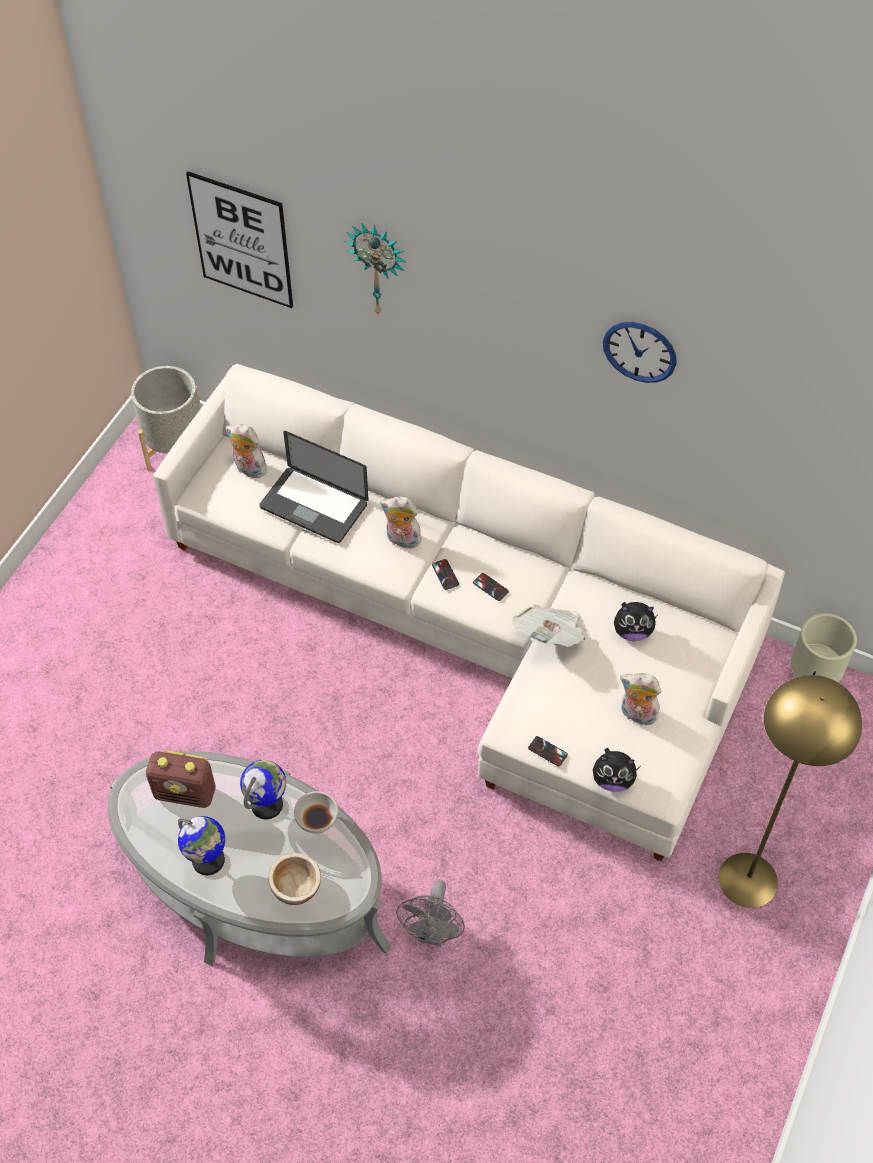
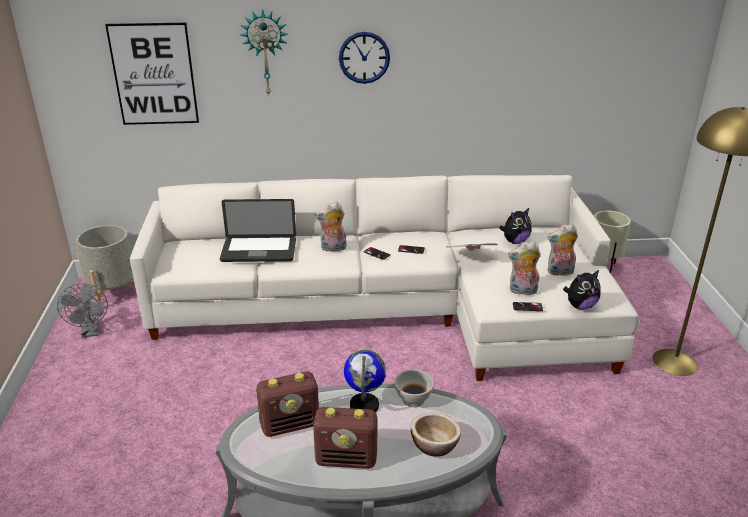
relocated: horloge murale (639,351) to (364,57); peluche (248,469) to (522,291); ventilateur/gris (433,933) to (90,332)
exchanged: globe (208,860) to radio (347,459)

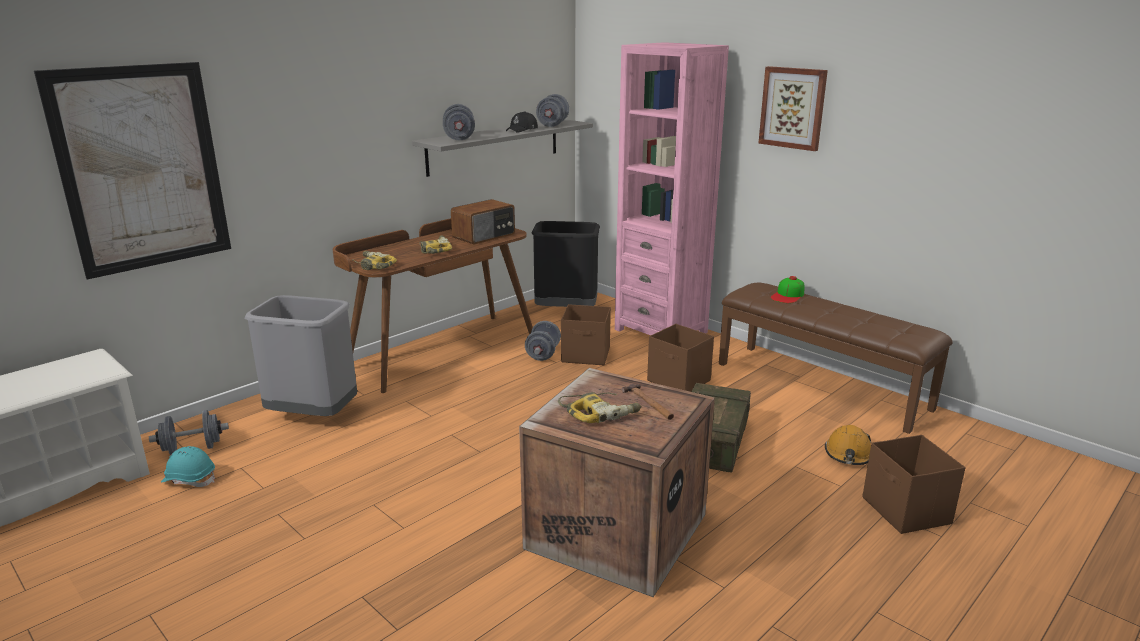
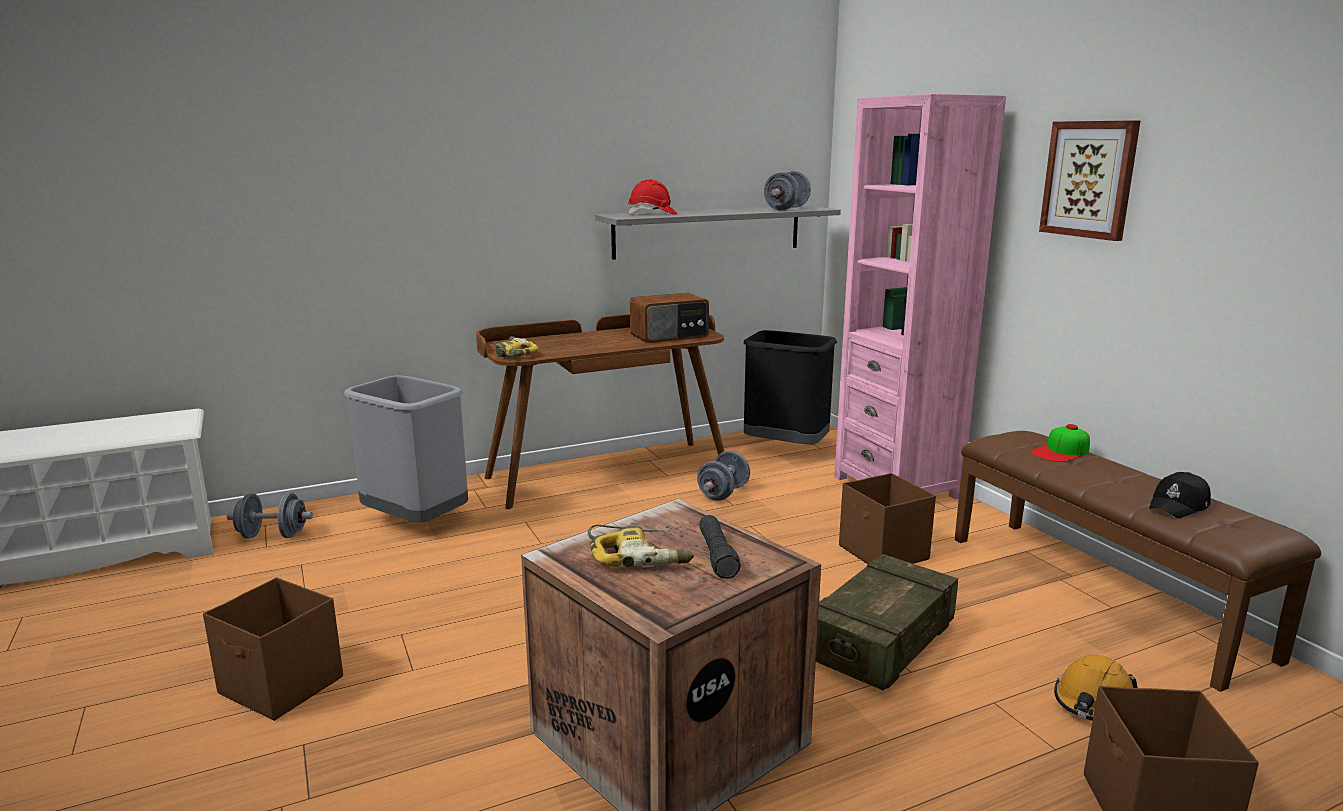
missing: tableau (142,169); perceuse (434,250); casque de chantier/turquoise (189,479)
relocated: casquette/noir (522,130) to (1179,506); boîte de rangement/marron (586,355) to (281,686)
exchanged: haltère/gris (459,137) to casque de chantier/rouge (652,214); marteau (649,404) to lampe de poche/noir (717,556)

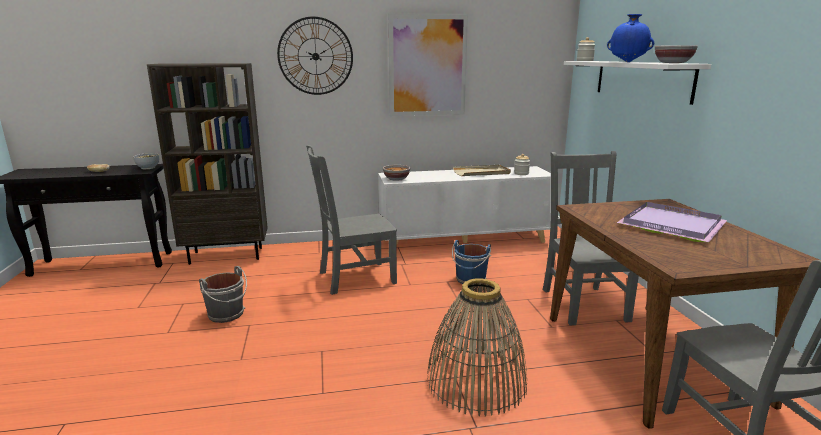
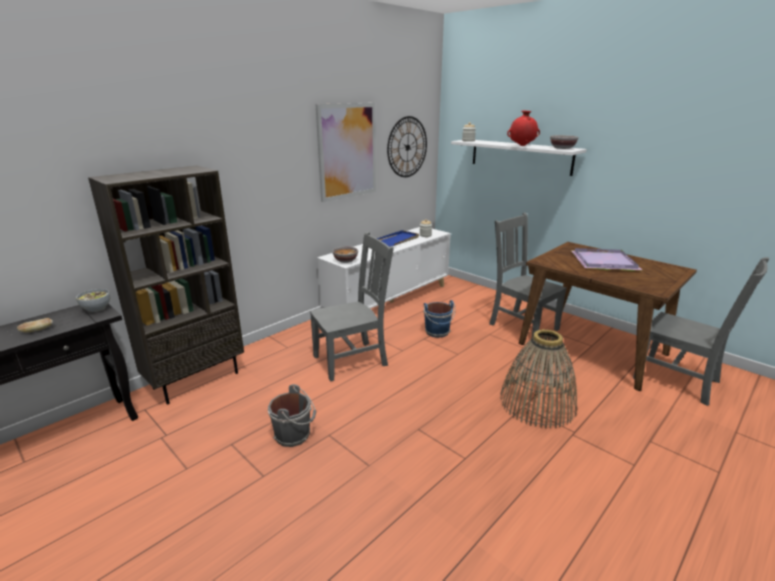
relocated: horloge murale (315,56) to (407,147)
colour: vase/bleu (628,62) to vase/rouge (522,146); plateau/beige (481,173) to plateau/bleu (397,240)
spun: chaise/gris (354,278) = (353,360) 150 degrees counterclockwise

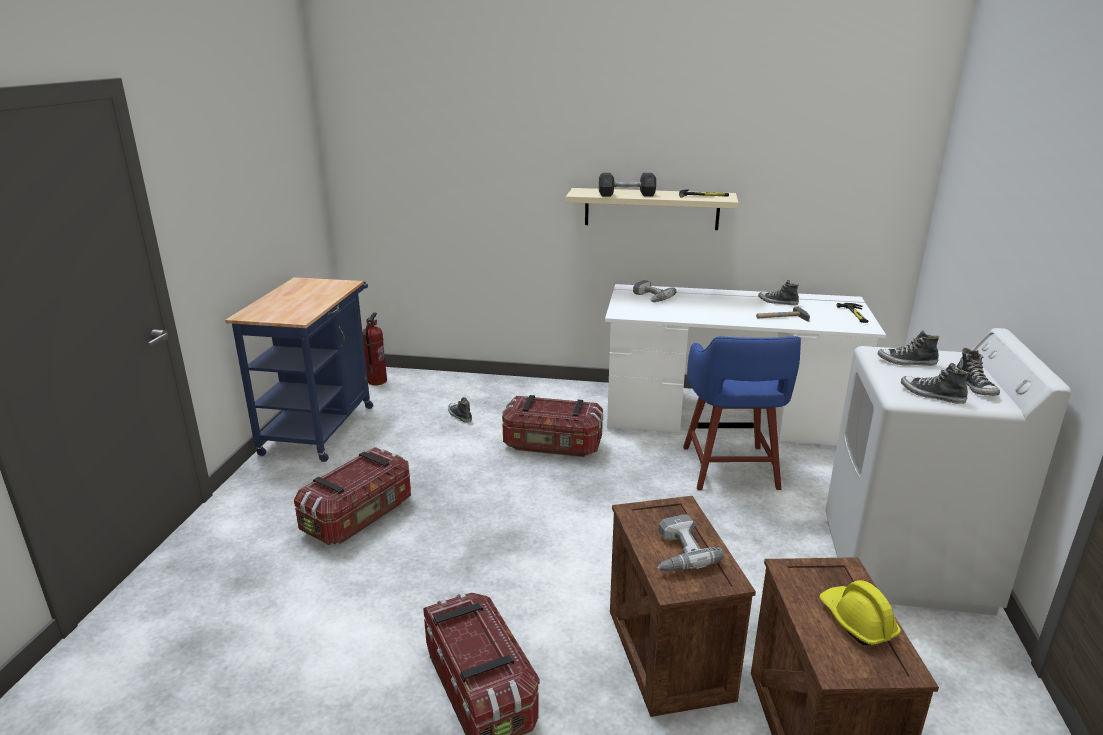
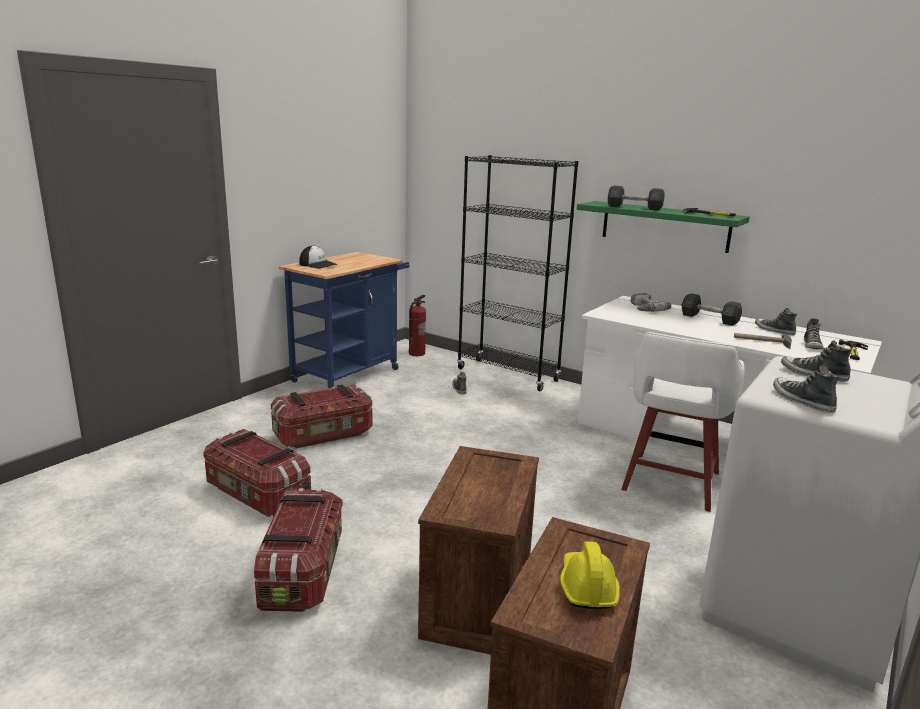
missing: perceuse (677,552)
appeared: bibliothèque/noir (508,375); casquette (318,265); haltère/gris (709,319)
relocated: chaussure (975,387) to (812,346); boîte de rangement (552,445) to (257,495)
colour: étagère/beige (651,209) to étagère/vert (664,226); tabouret/bleu (730,469) to tabouret/blanc (670,483)

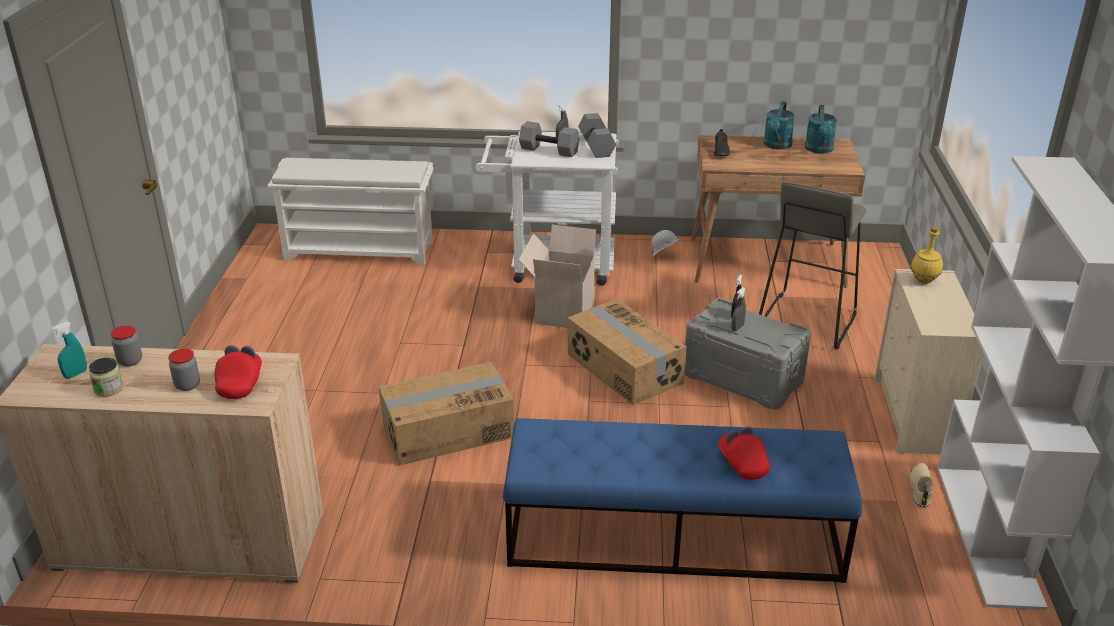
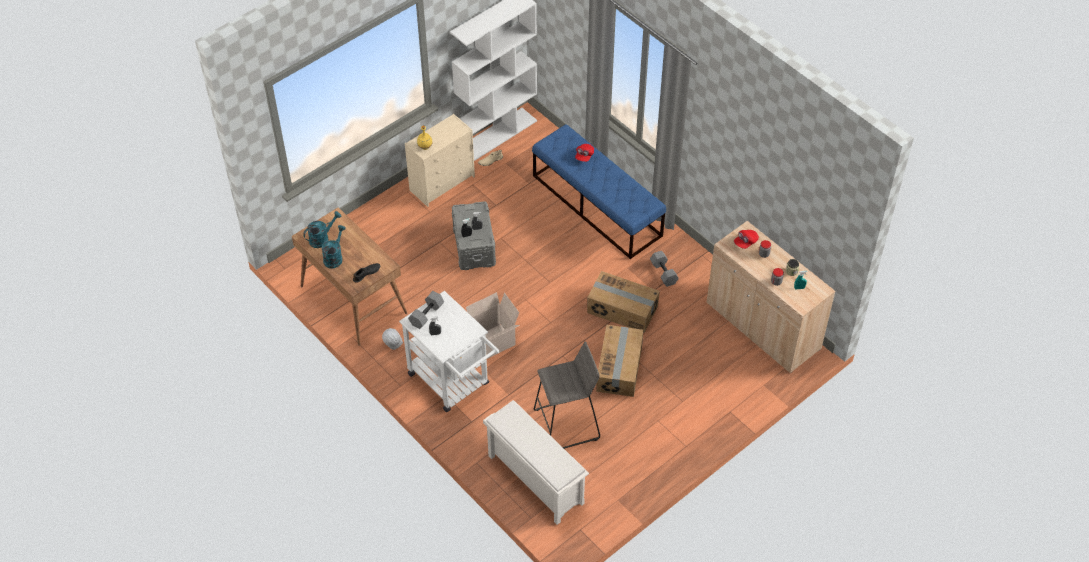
relocated: haltère/gris (550,150) to (663,273); tabouret/gris (806,321) to (567,424); carton (623,369) to (620,368)
spun: arrosoir/turquoise (776,146) = (334,257) 45 degrees counterclockwise

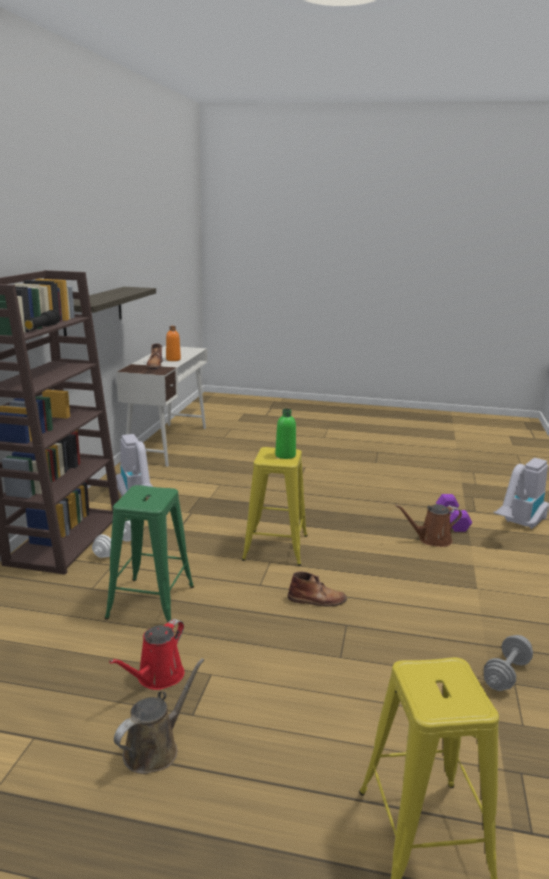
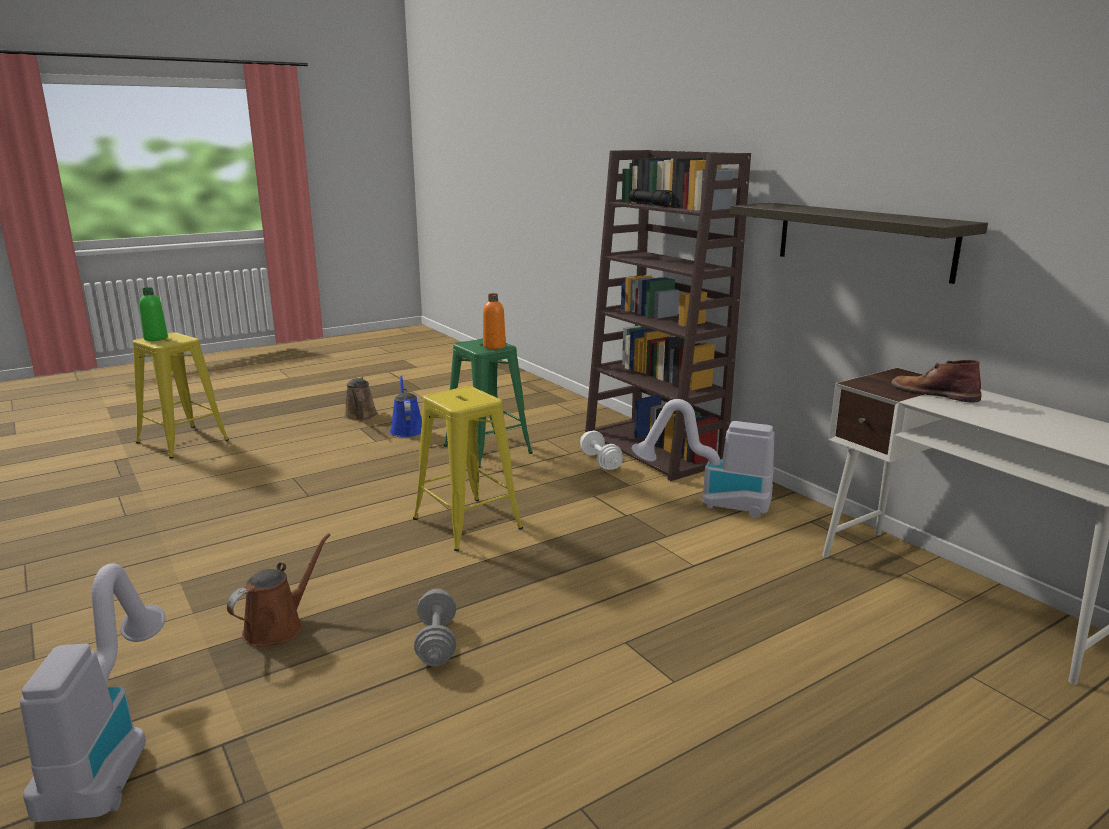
missing: haltère/violet (452,520); botte/marron (317,600)
relocated: bouteille/orange (173,359) to (494,346); bouteille/vert (285,455) to (156,338); haltère/gris (506,674) to (437,642)
colour: arrosoir/rouge (157,677) to arrosoir/bleu (406,429)

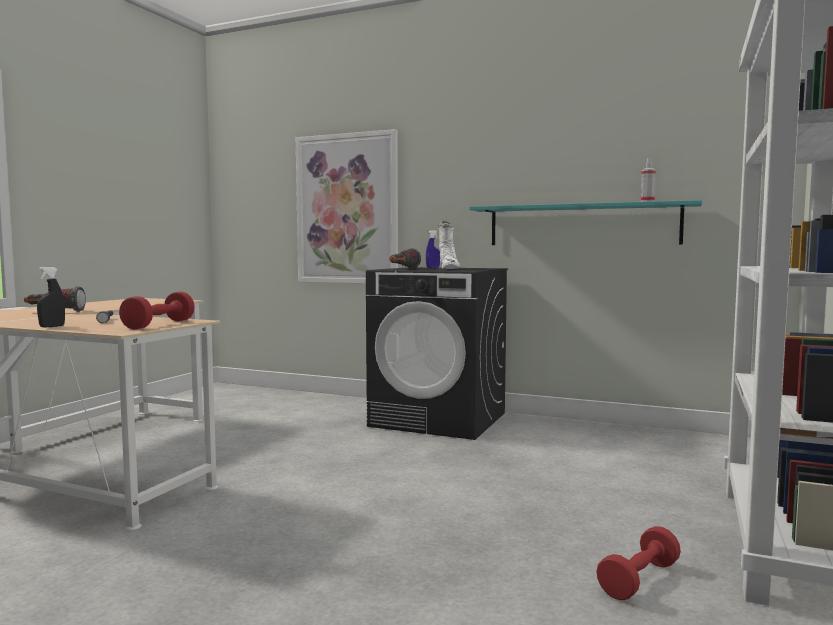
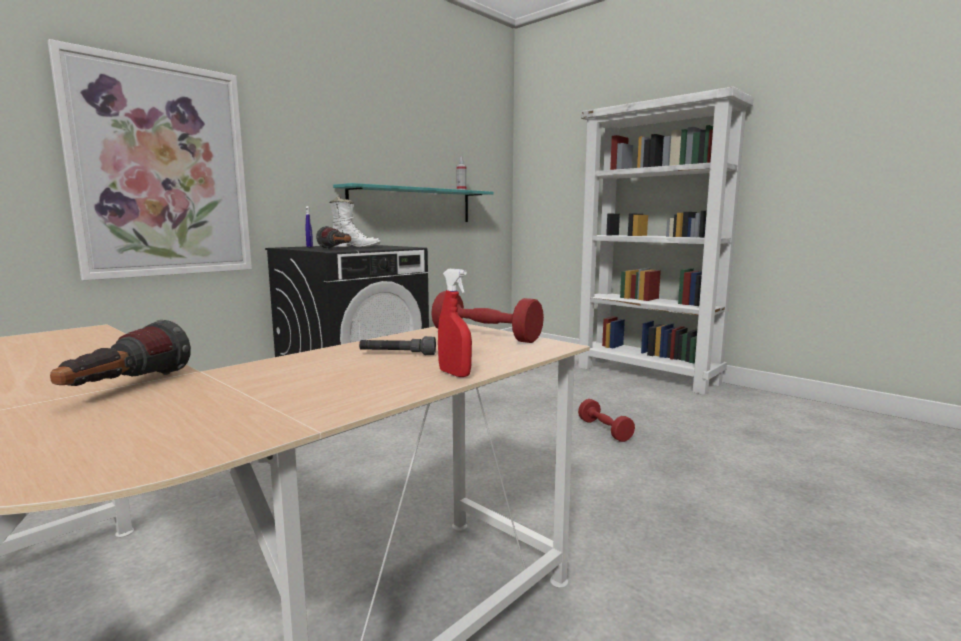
relocated: haltère/rouge (639,580) to (604,430)
colour: vaporisateur/noir (52,326) to vaporisateur/rouge (454,374)

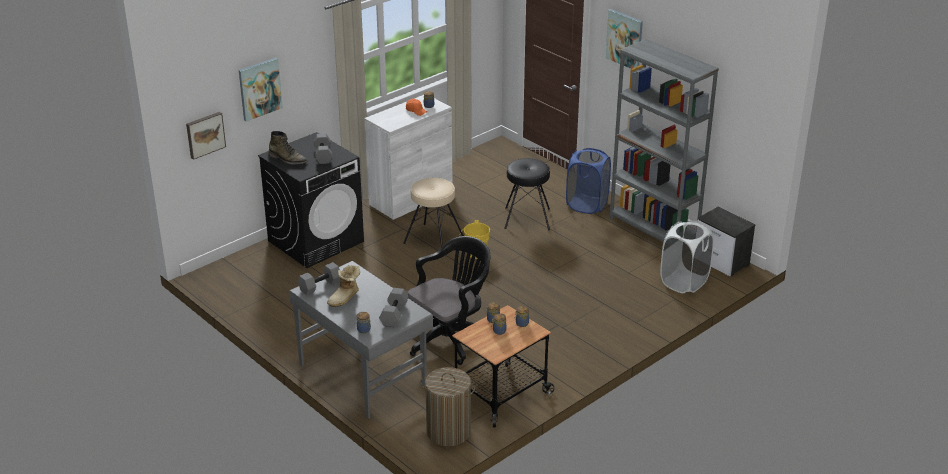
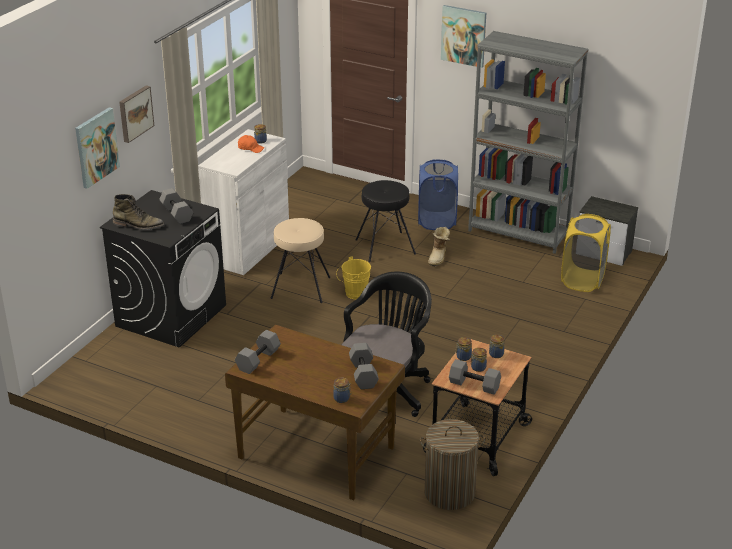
appeared: haltère/gris (473,385)
relocated: tableau (205,134) to (135,113); botte (345,298) to (438,258)
colour: panier à linge/blanc (684,282) to panier à linge/jaune (582,280); bureau/gris (362,374) to bureau/marron (316,451)

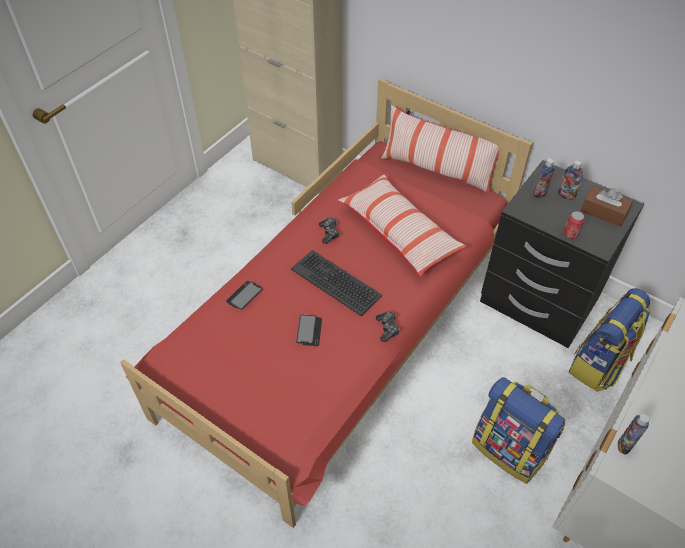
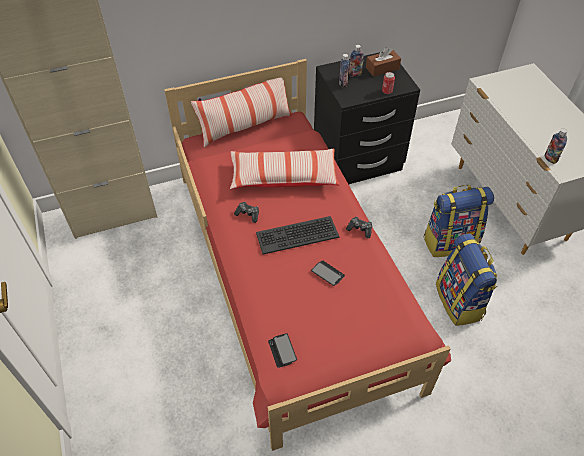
relocated: téléphone (244,296) to (282,351); sac à dos (599,364) to (460,301)

